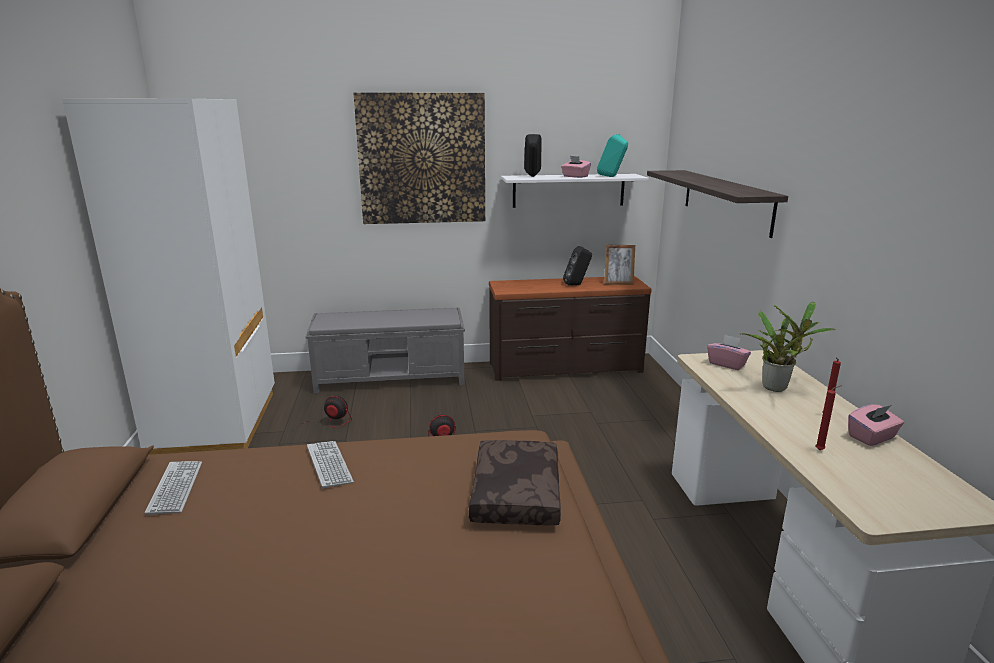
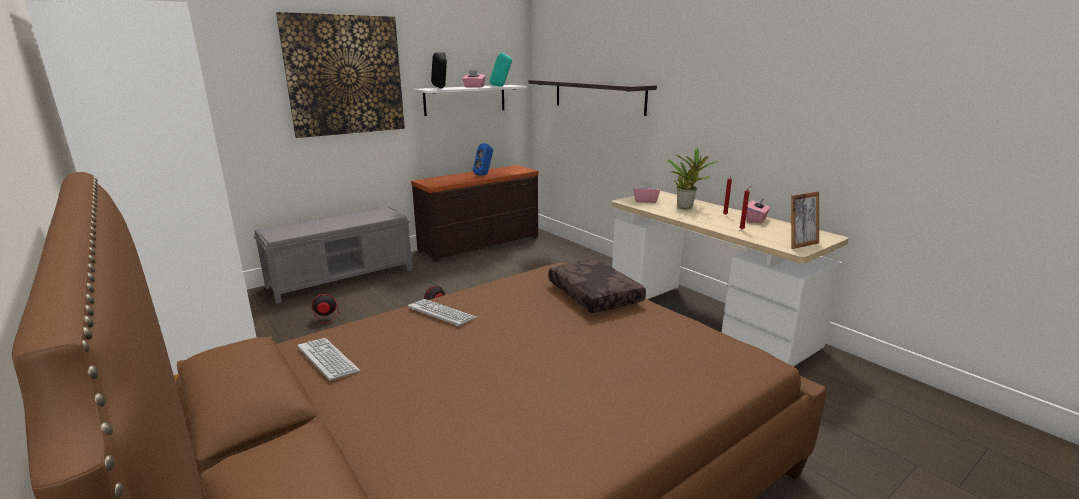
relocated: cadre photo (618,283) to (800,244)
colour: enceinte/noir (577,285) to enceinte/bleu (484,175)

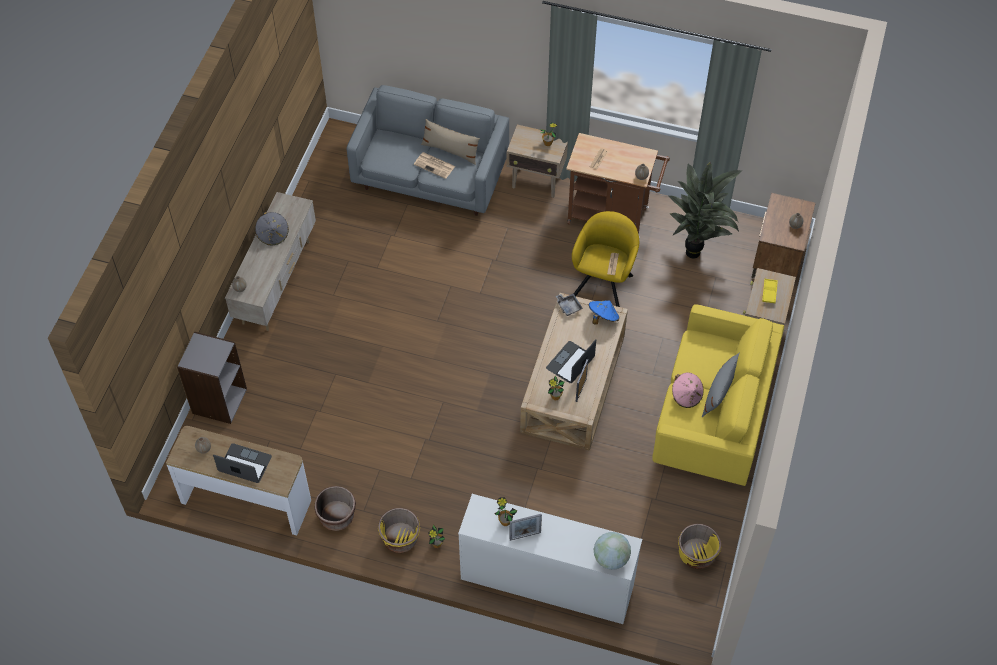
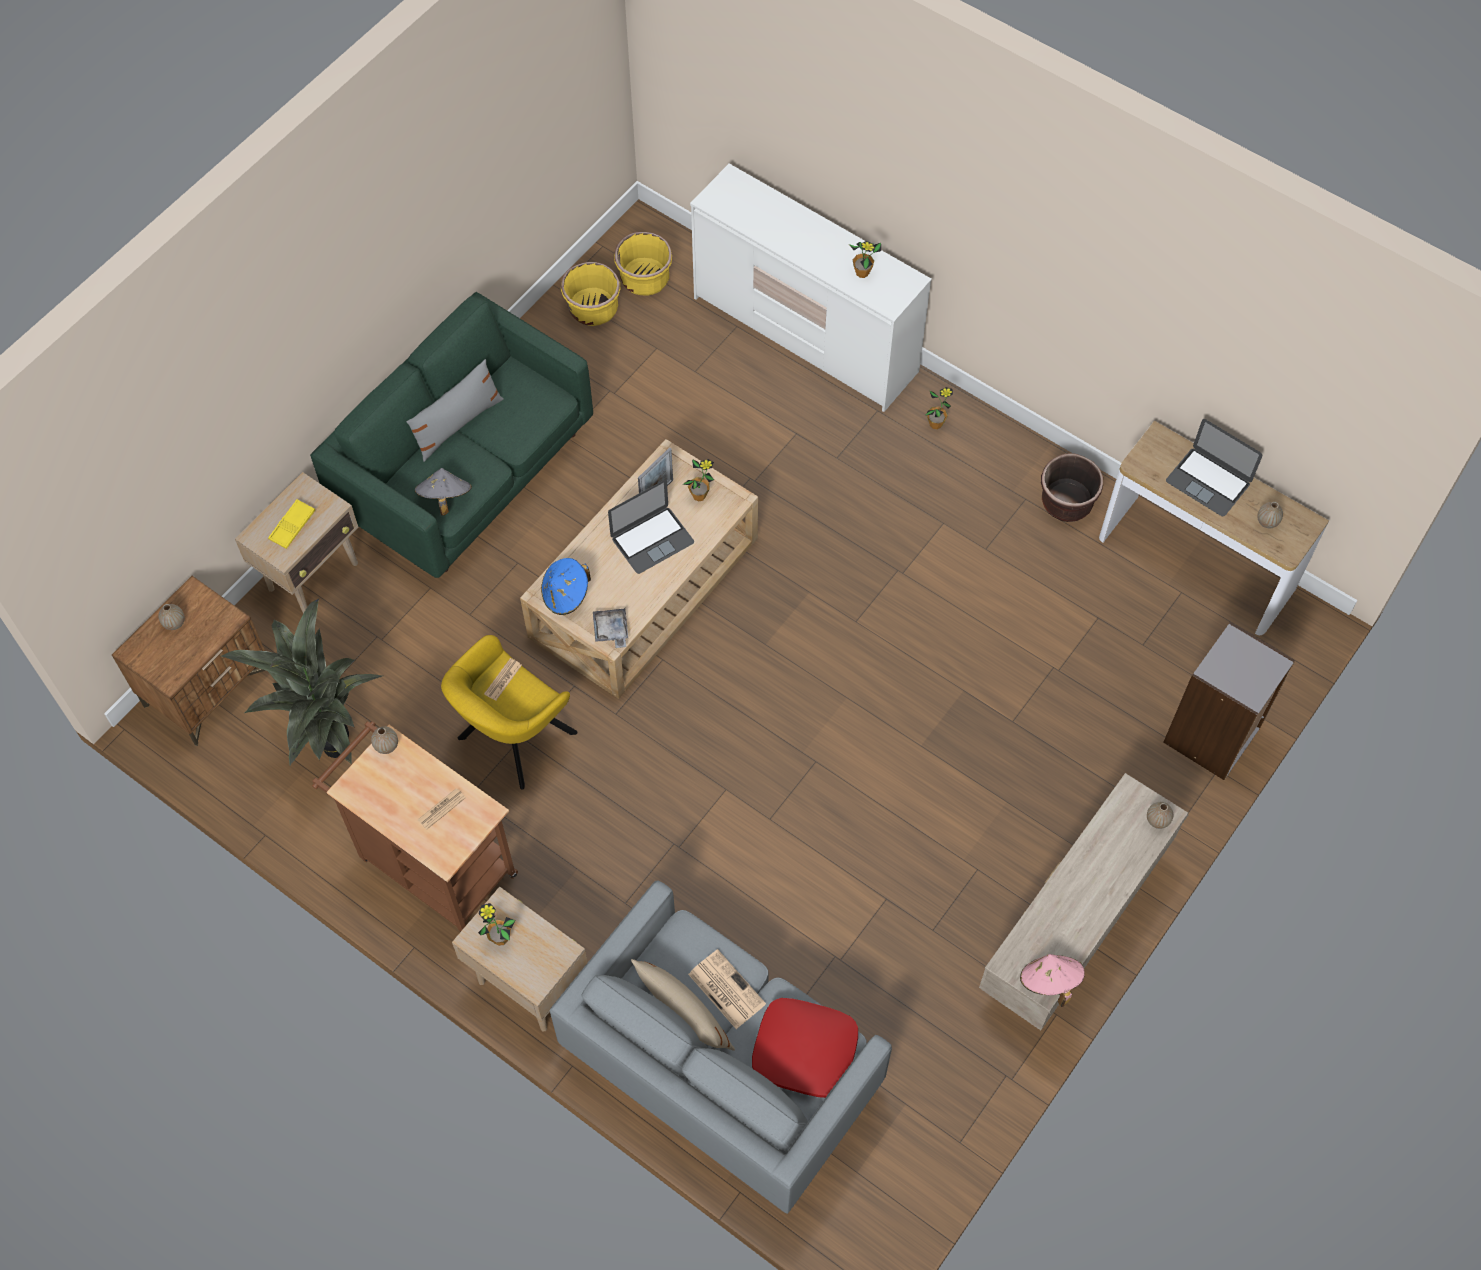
missing: cadre photo (525,536); globe (611,558)
appeared: coussin/rouge (804,1052)
relocated: chapeau/gris (273,235) to (444,498); chapeau/rose (686,395) to (1049,982); cache-pot/jaune (400,539) to (645,279)
colour: canapé/jaune (712,417) to canapé/vert (467,474)

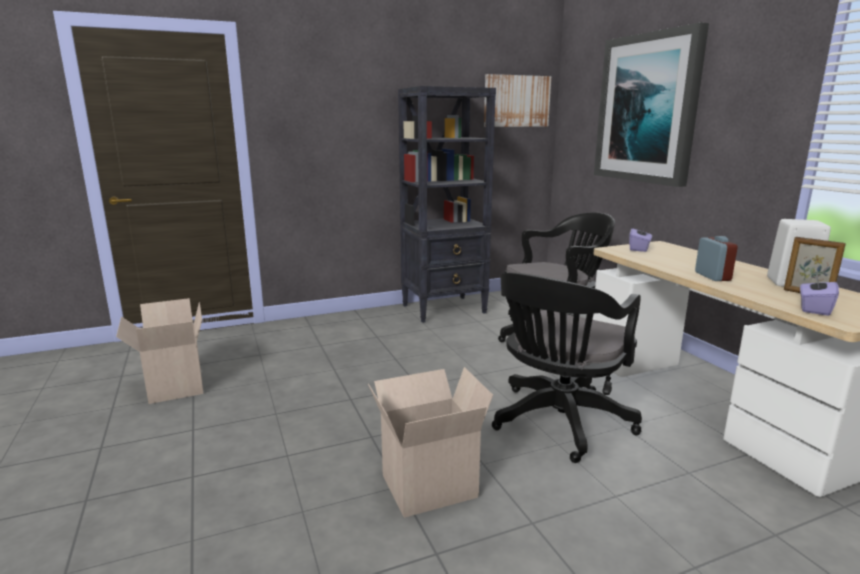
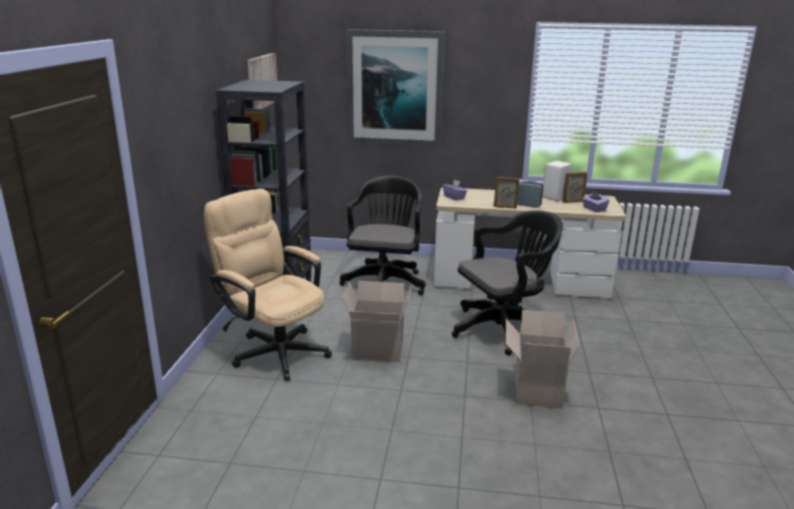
appeared: cadre photo (505,207); chaise de bureau/beige (274,350)
relocated: carton (173,386) to (376,351)
spun: chaise de bureau/noir (558,424) = (503,328) 90 degrees counterclockwise

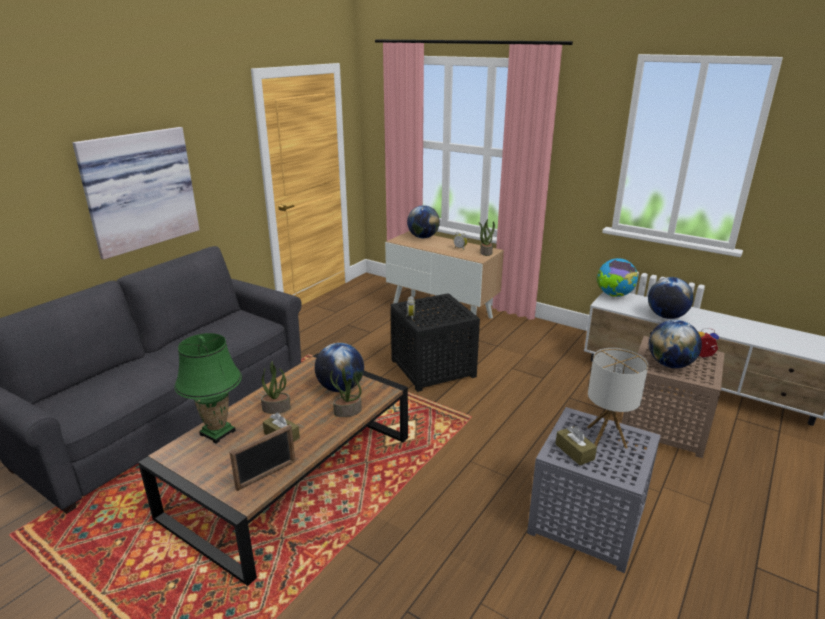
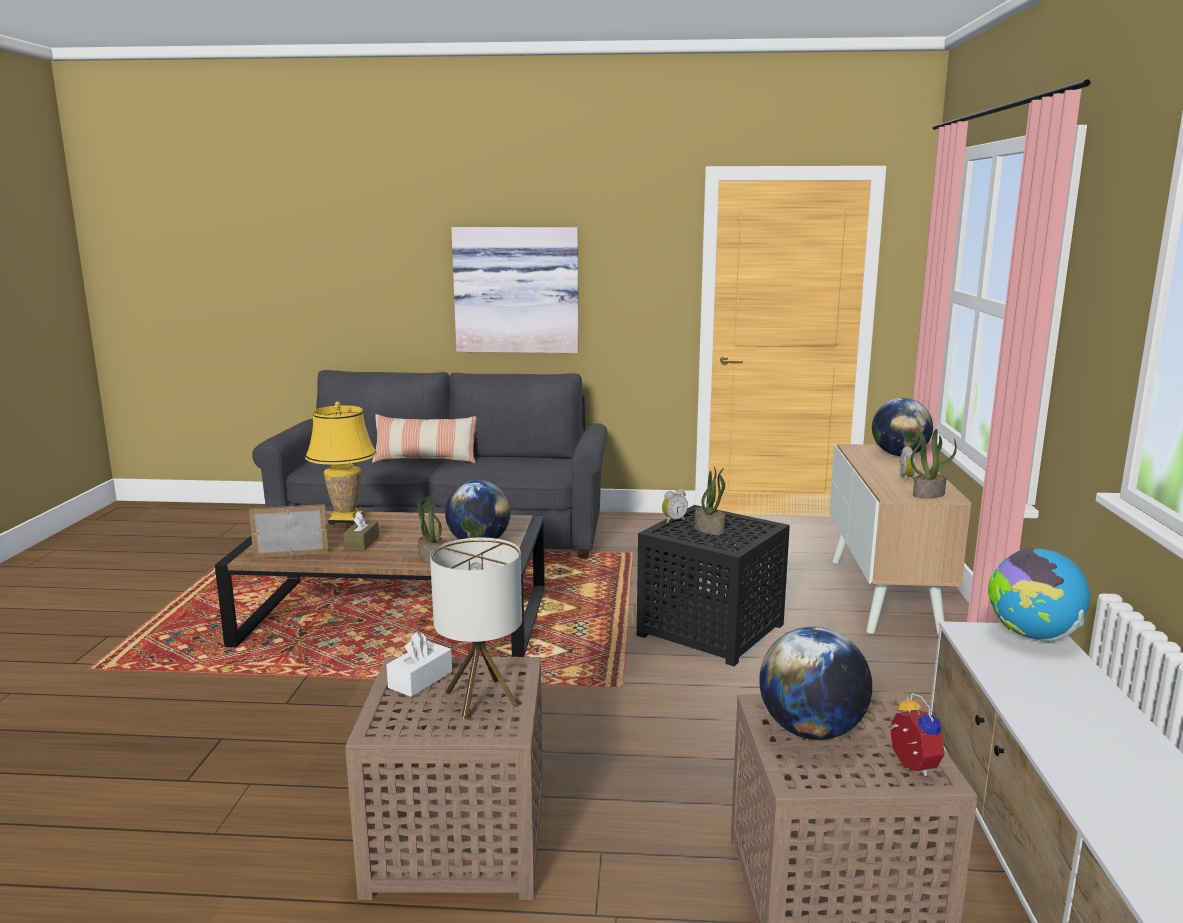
missing: globe (666,316)
appeared: coussin (425,460)
relocated: plante en pot (277,408) to (710,529)
colour: lampe de table/vert (217,432) to lampe de table/jaune (346,520); table d'appoint/gris (588,522) to table d'appoint/marron (455,843); boîte à mouchoirs/marron (574,451) to boîte à mouchoirs/blanc (420,680)
spun: cadre photo (266,475) = (291,555) 150 degrees clockwise

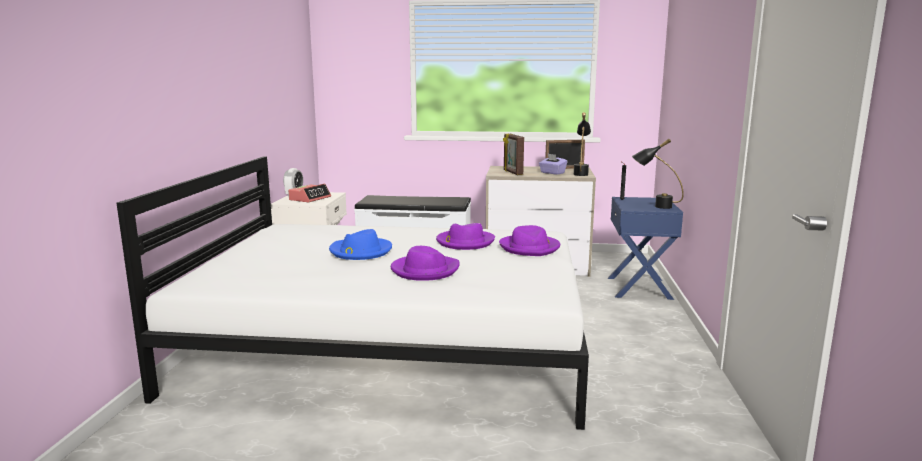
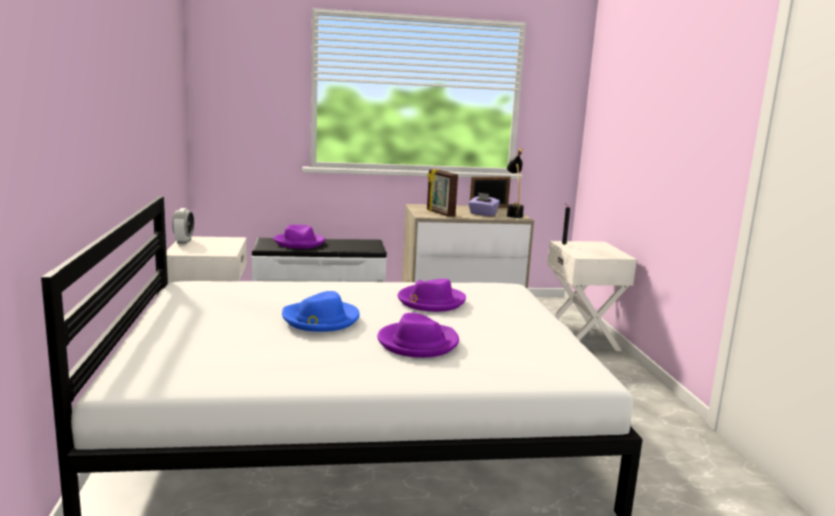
missing: lampe de table/noir (655,206); réveil (310,198)
relocated: chapeau/violet (530,248) to (299,243)
colour: table de chevet/bleu (640,288) to table de chevet/blanc (581,339)

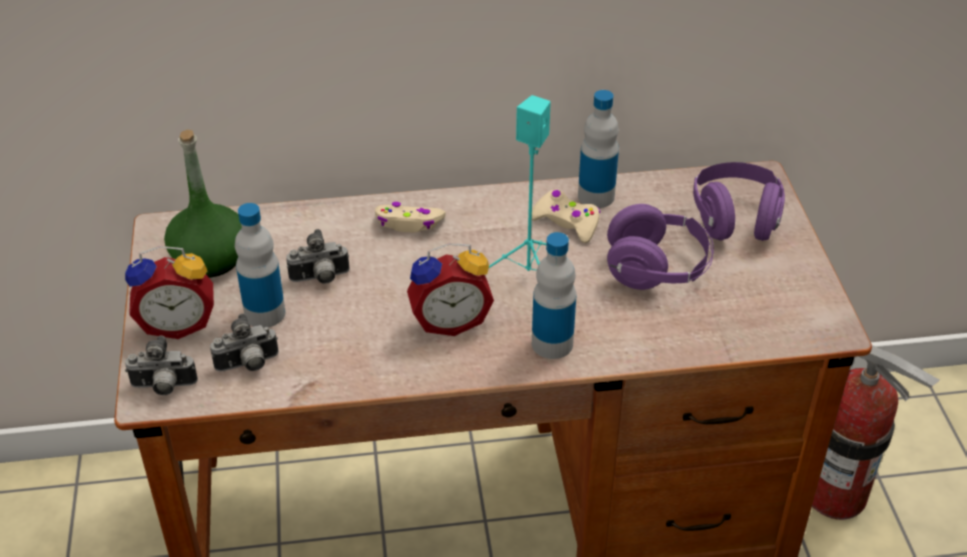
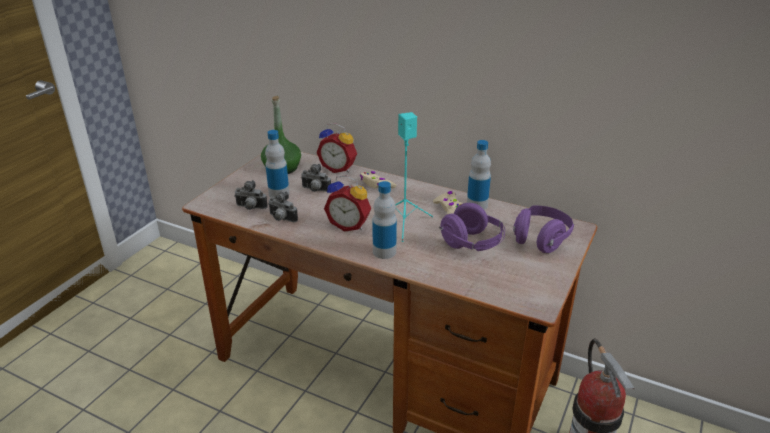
relocated: réveil (178,323) to (339,168); appareil photo (163,387) to (281,219)

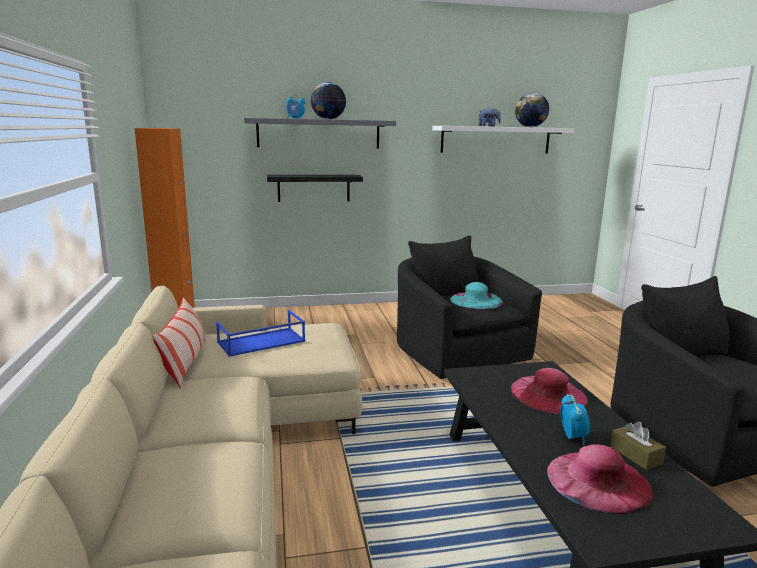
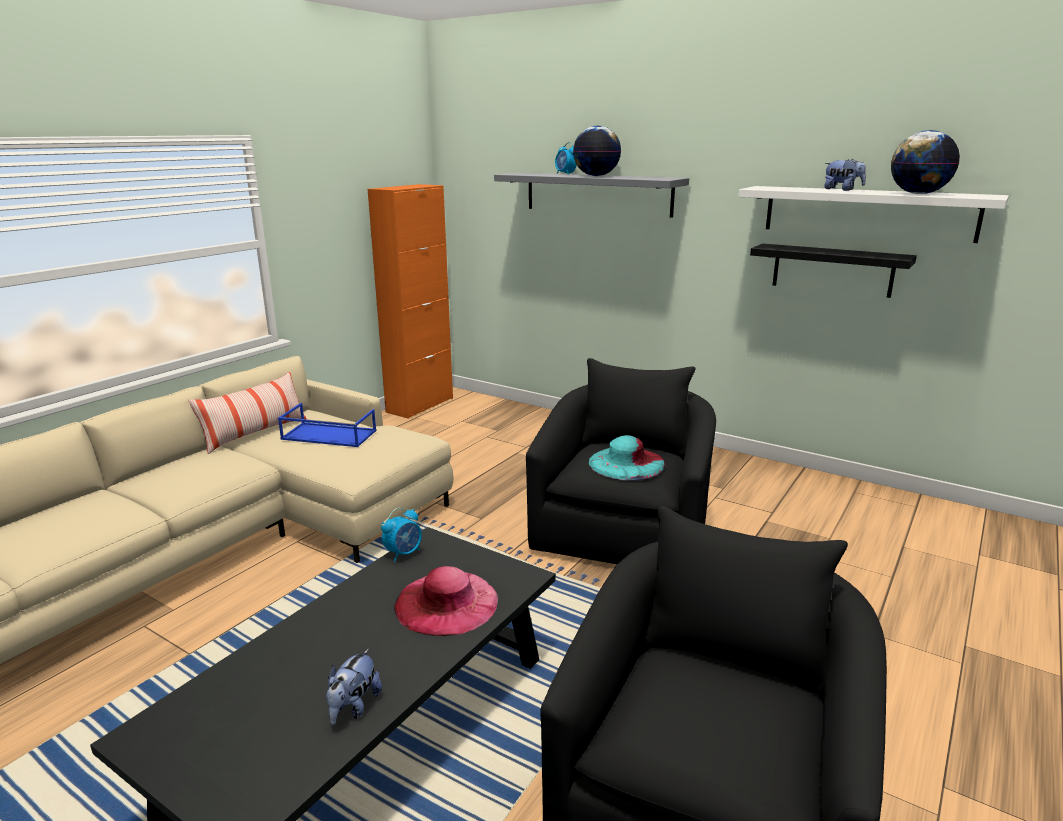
missing: chapeau/rose (598,481)
relocated: étagère/noir (313,188) to (832,270); réveil (572,437) to (404,553)
exchanged: boîte à mouchoirs/marron (635,455) to peluche (354,707)

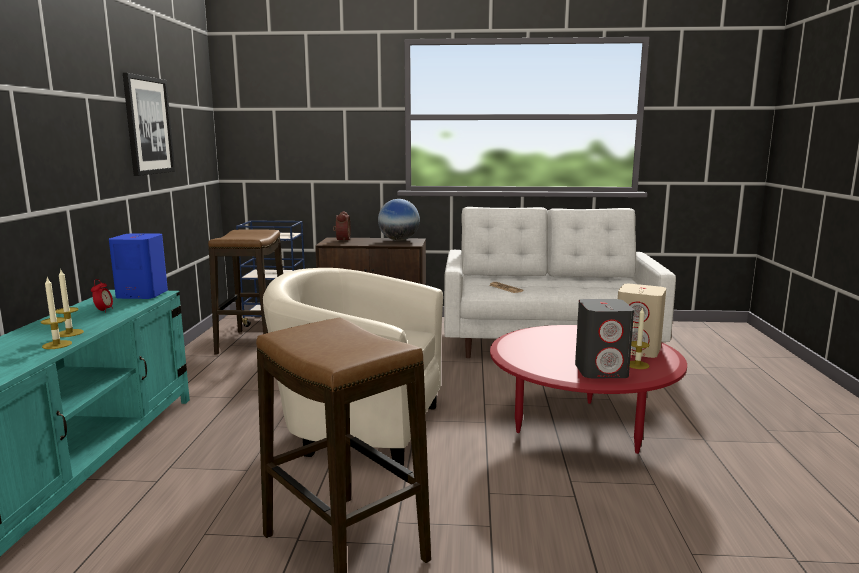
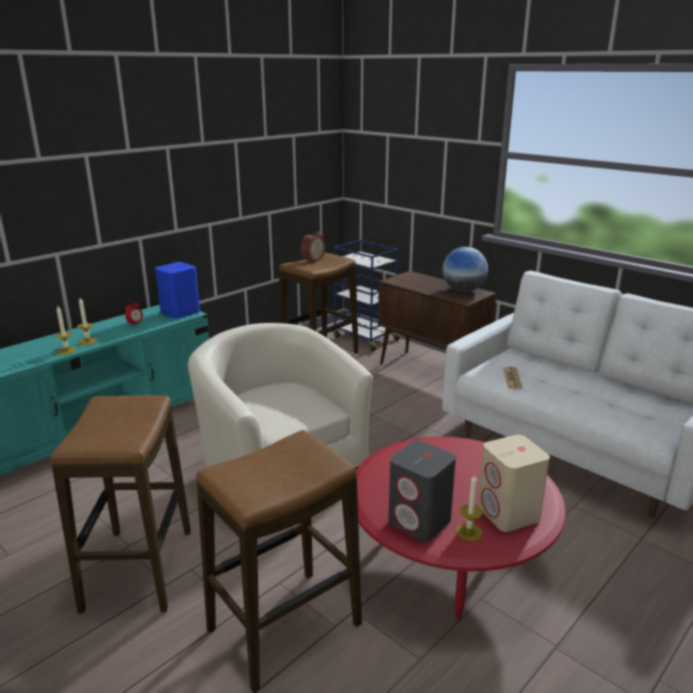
missing: tableau (148,125)
appeared: tabouret (284,628)
relocated: réveil (341,240) to (312,259)

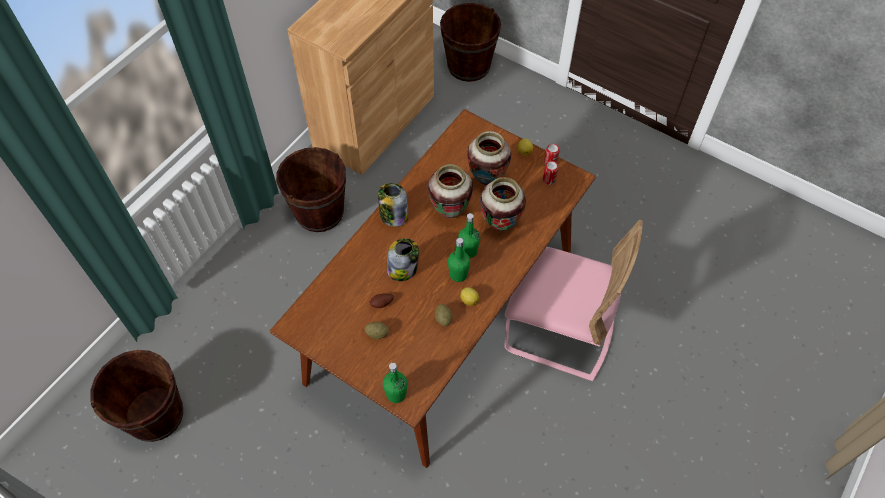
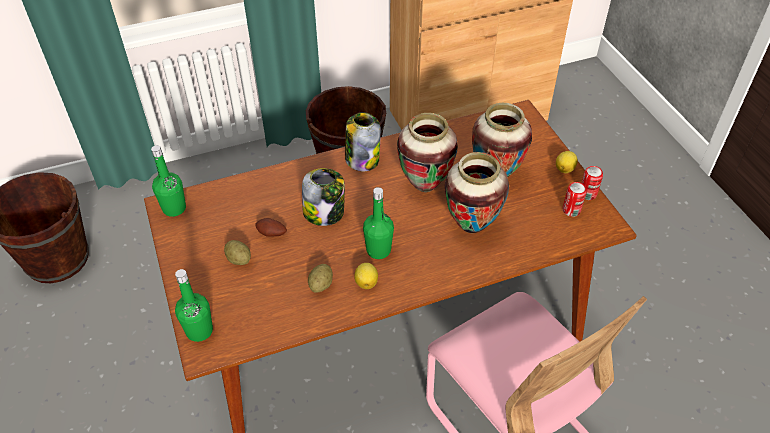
missing: seau/marron (469,66)
relocated: bouteille/vert (468,251) to (174,208)

